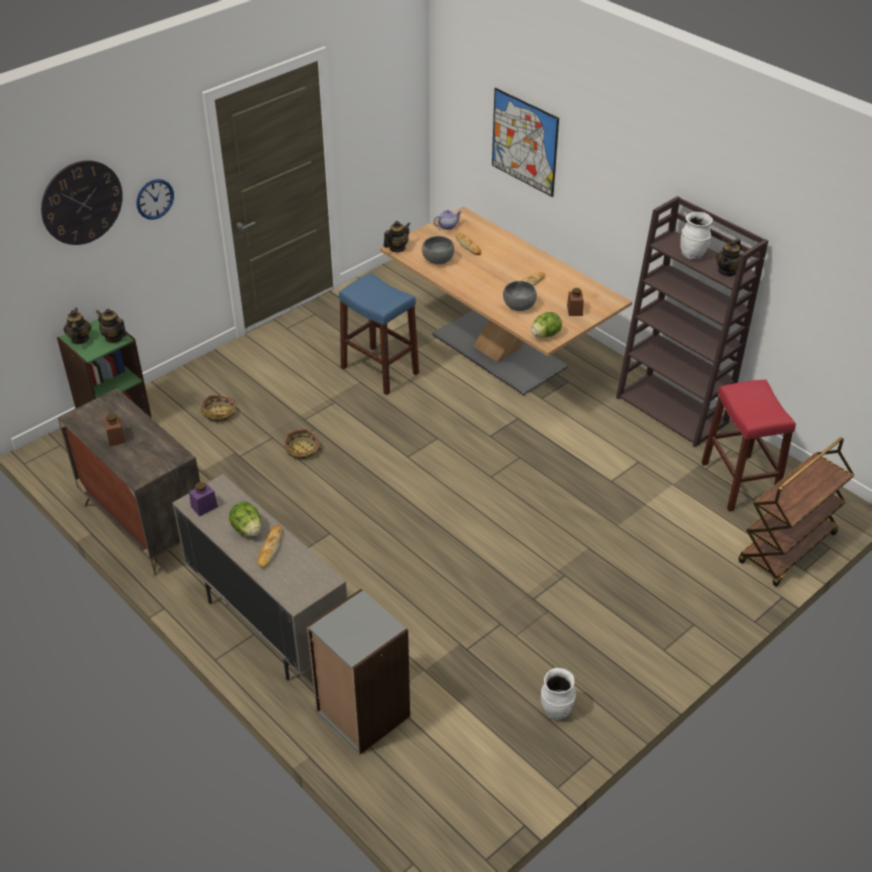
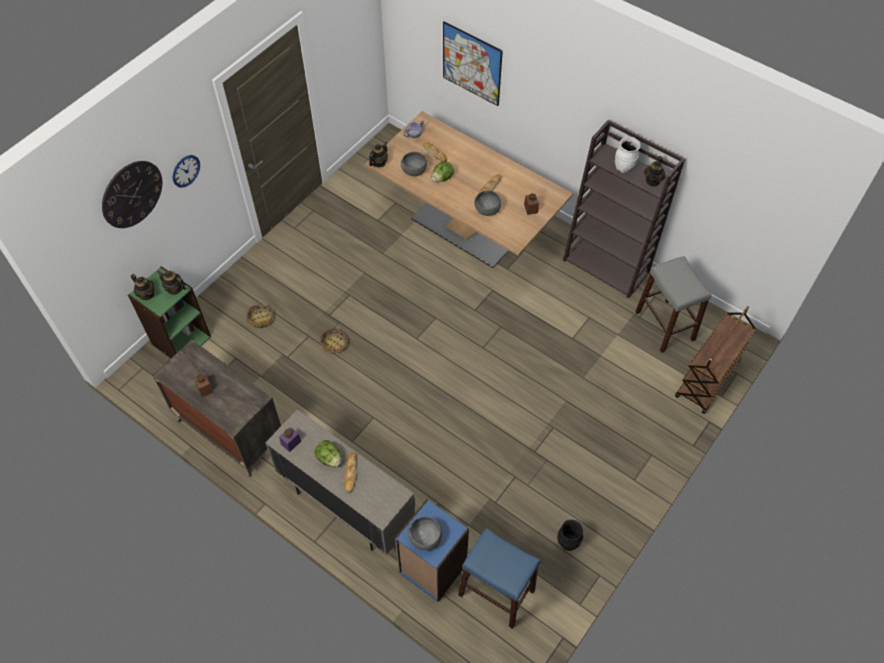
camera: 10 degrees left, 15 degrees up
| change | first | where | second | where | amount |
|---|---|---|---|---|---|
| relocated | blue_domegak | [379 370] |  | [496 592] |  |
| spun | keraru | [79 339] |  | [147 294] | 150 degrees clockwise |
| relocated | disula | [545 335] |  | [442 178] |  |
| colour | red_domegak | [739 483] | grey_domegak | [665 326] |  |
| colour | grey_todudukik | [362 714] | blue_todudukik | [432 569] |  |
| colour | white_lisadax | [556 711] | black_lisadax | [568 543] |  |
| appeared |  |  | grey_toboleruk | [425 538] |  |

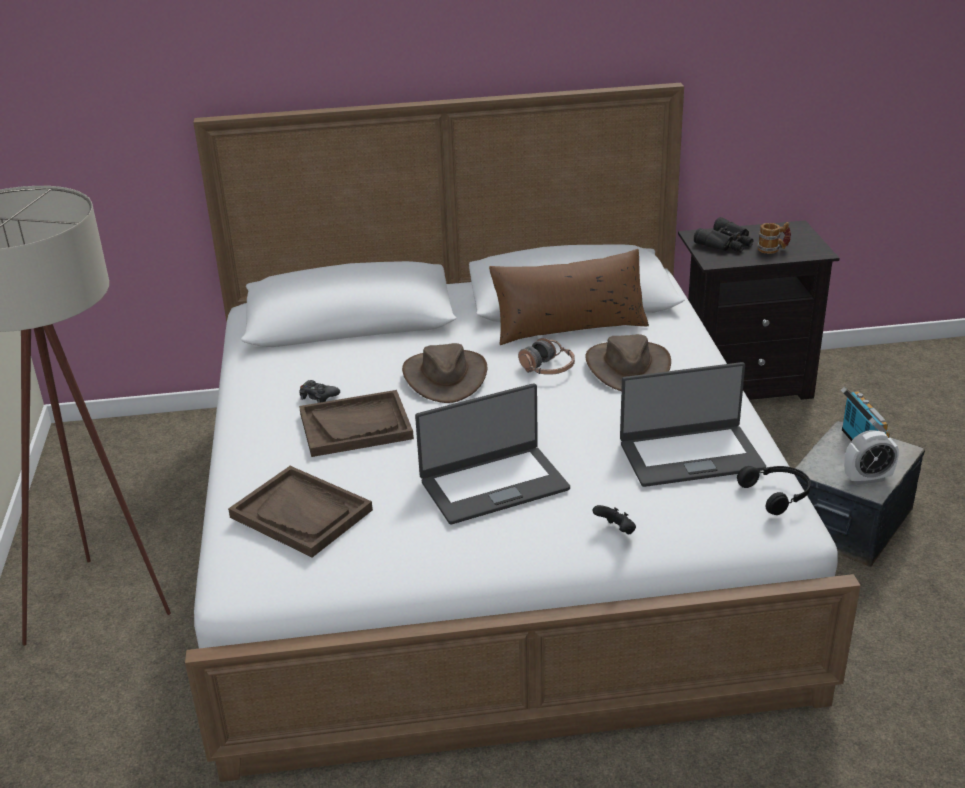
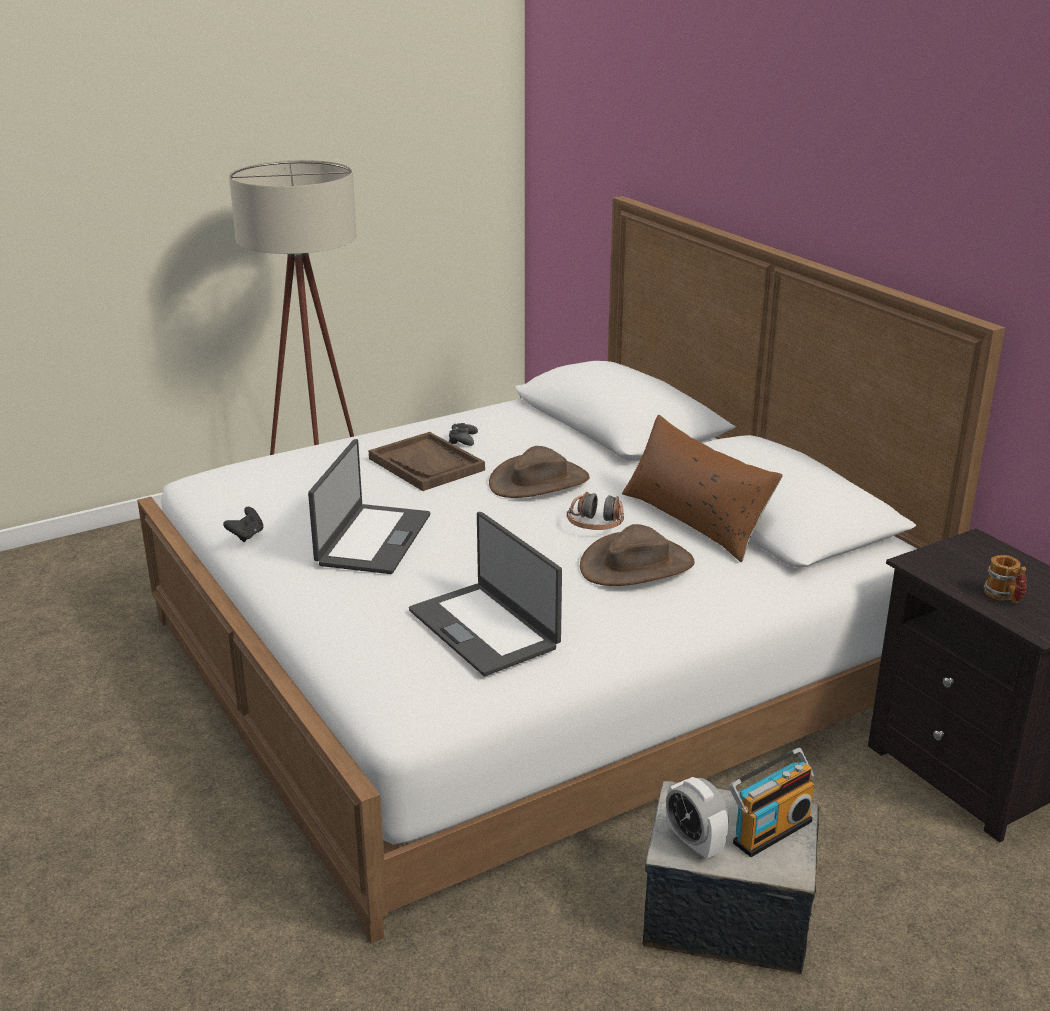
camera: 65 degrees right, 5 degrees down
| change | first | where | second | where | amount |
|---|---|---|---|---|---|
| missing | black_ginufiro | [726 243] |  |  |  |
| spun | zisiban | [493 484] |  | [372 539] | 120 degrees counterclockwise |
| missing | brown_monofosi | [301 514] |  |  |  |
| missing | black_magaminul | [777 494] |  |  |  |
| relocated | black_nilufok | [616 531] |  | [246 536] |  |

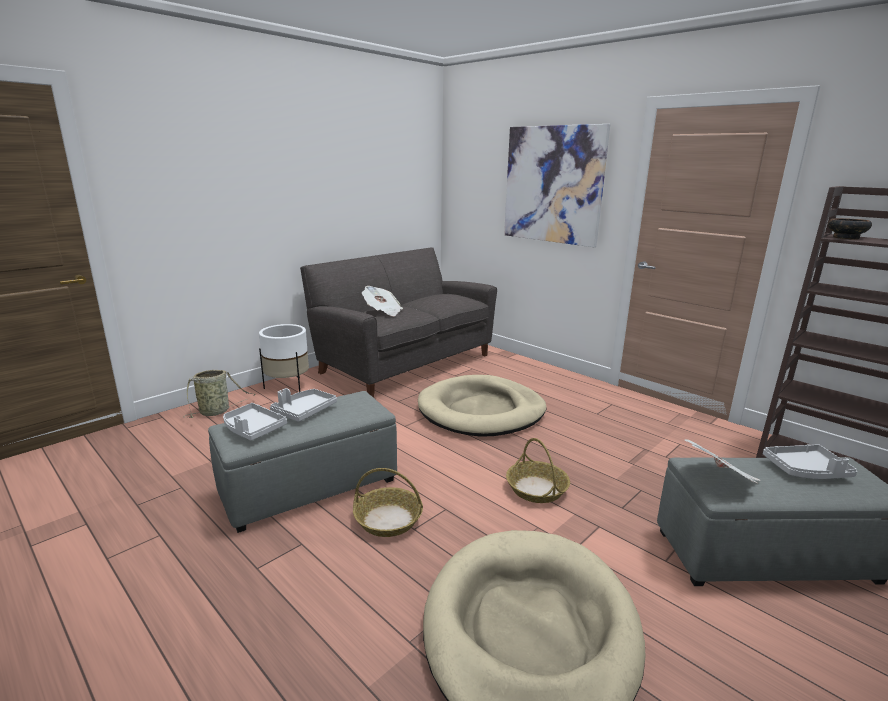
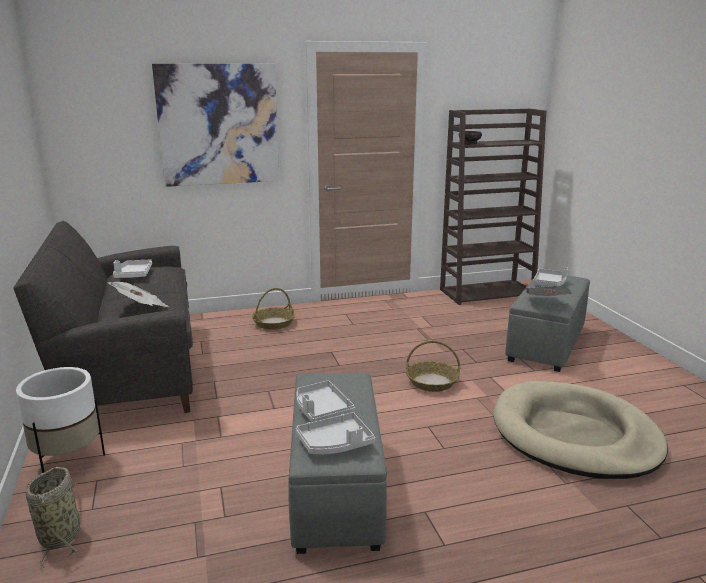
camera: 60 degrees left, 0 degrees up
| change | first | where | second | where | amount |
|---|---|---|---|---|---|
| missing | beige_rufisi | [481 411] |  |  |  |
| relocated | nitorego | [388 519] |  | [274 323] |  |
| appeared |  |  | white_monofosi | [133 275] |  |

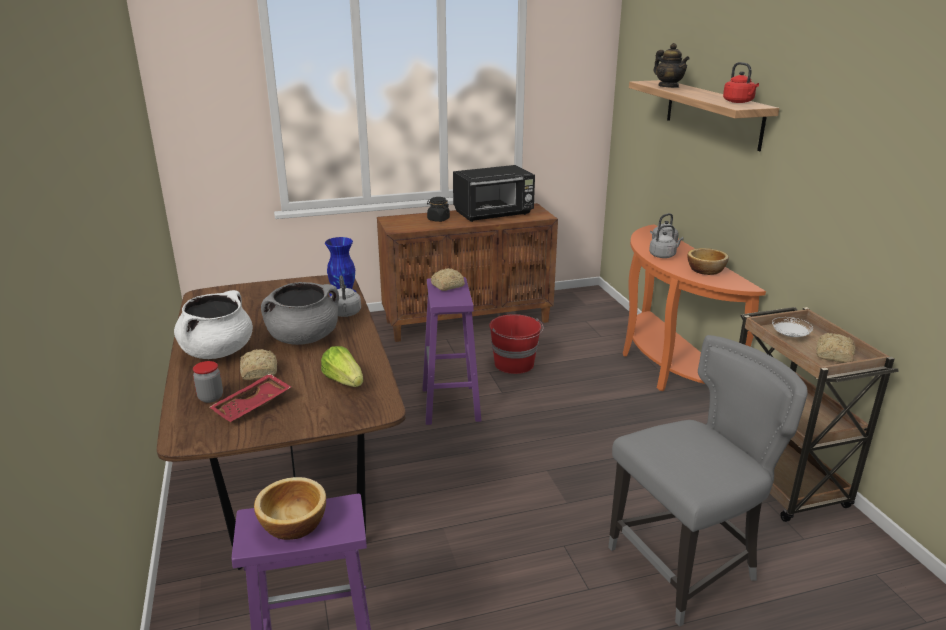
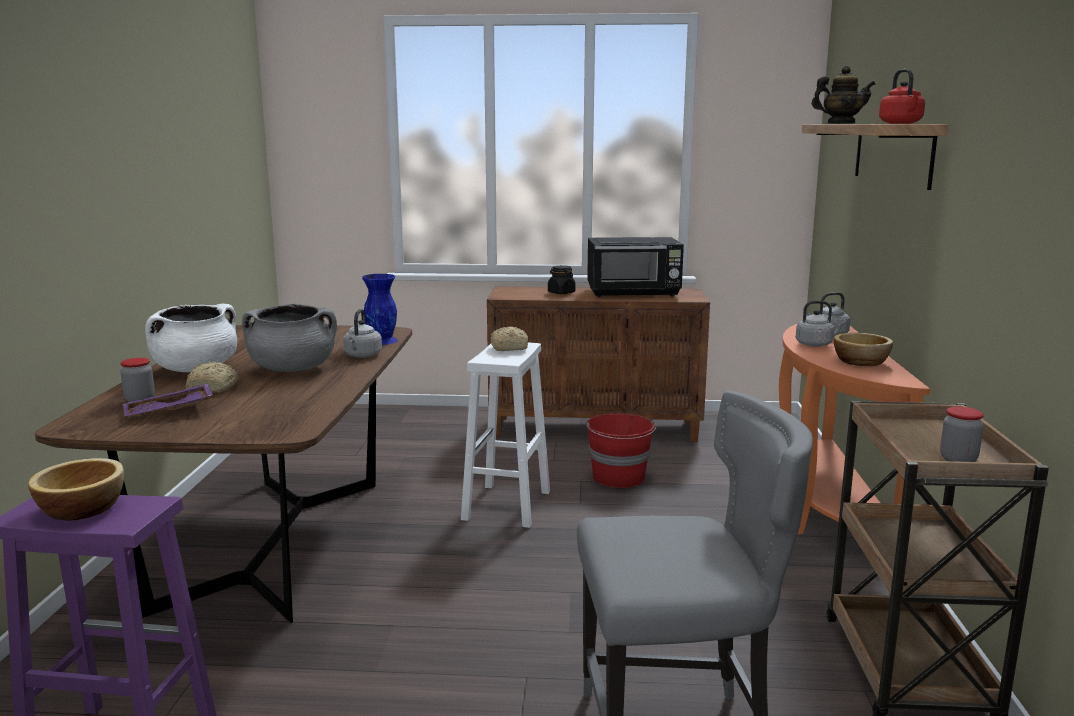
camera: 20 degrees right, 10 degrees down
| change | first | where | second | where | amount |
|---|---|---|---|---|---|
| spun | keraru | [668 87] |  | [840 123] | 75 degrees counterclockwise |
| colour | purple_domegak | [451 405] | white_domegak | [507 506] |  |
| missing | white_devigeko | [790 336] |  |  |  |
| exchanged | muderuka | [833 356] | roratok | [958 459] |  |
| missing | disula | [344 381] |  |  |  |
| colour | red_monofosi | [253 406] | purple_monofosi | [169 412] |  |

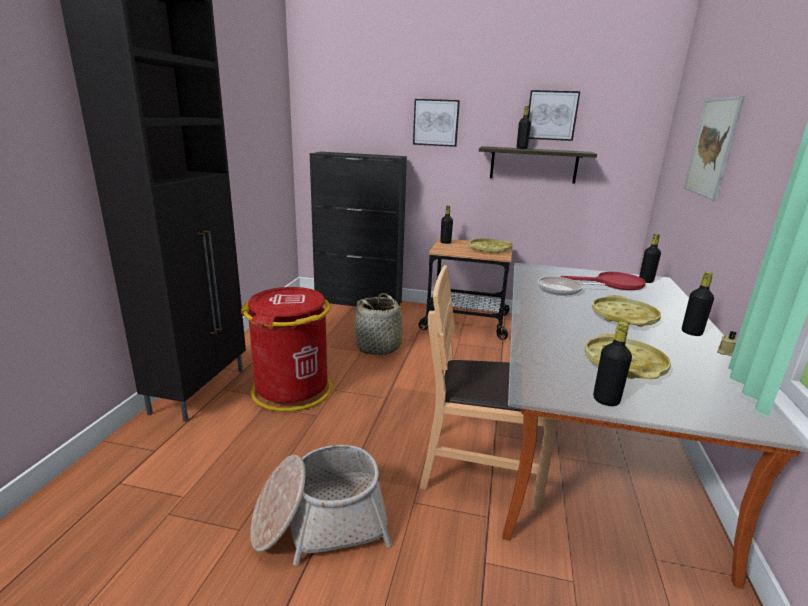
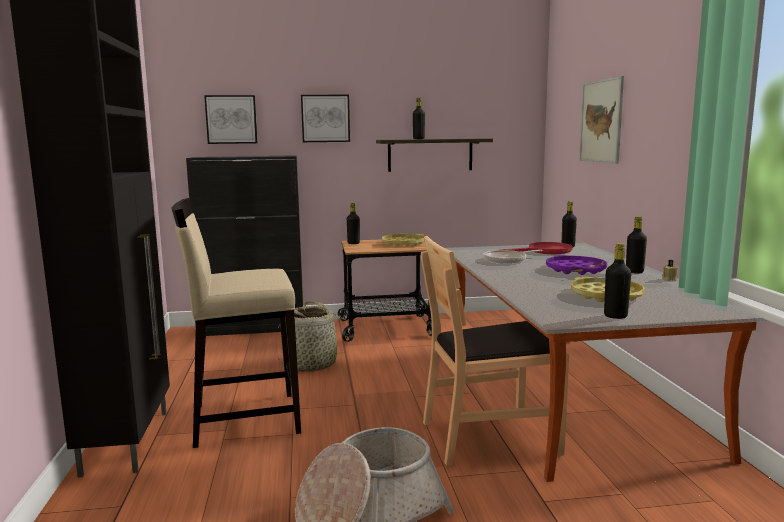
camera: 20 degrees left, 10 degrees down
| change | first | where | second | where | amount |
|---|---|---|---|---|---|
| relocated | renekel | [551 115] |  | [231 119] |  |
| exchanged | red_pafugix | [292 390] | beige_domegak | [244 418] |  |
| colour | yellow_monofosi | [624 317] | purple_monofosi | [575 270] |  |

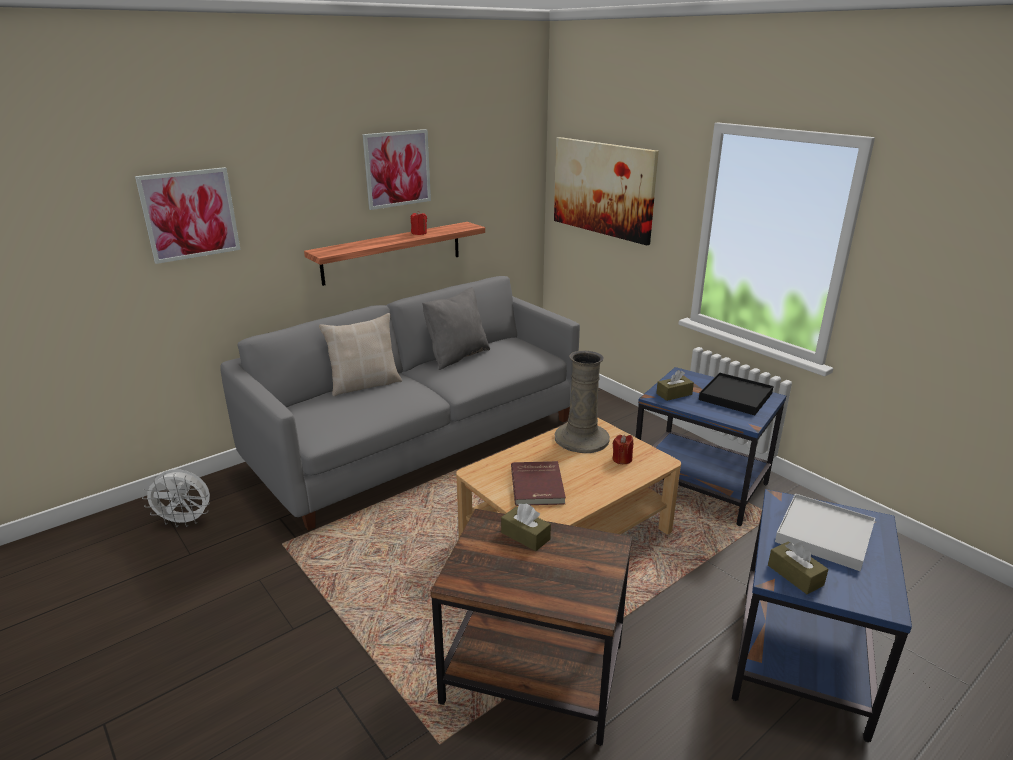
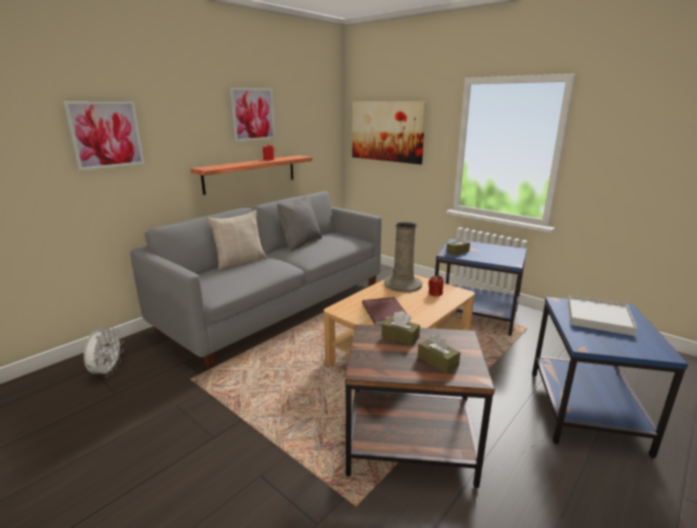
camera: 10 degrees left, 5 degrees down
| change | first | where | second | where | amount |
|---|---|---|---|---|---|
| missing | black_monofosi | [735 396] |  |  |  |
| spun | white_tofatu | [185 521] |  | [107 371] | 75 degrees counterclockwise |
| relocated | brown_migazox | [795 575] |  | [437 361] |  |

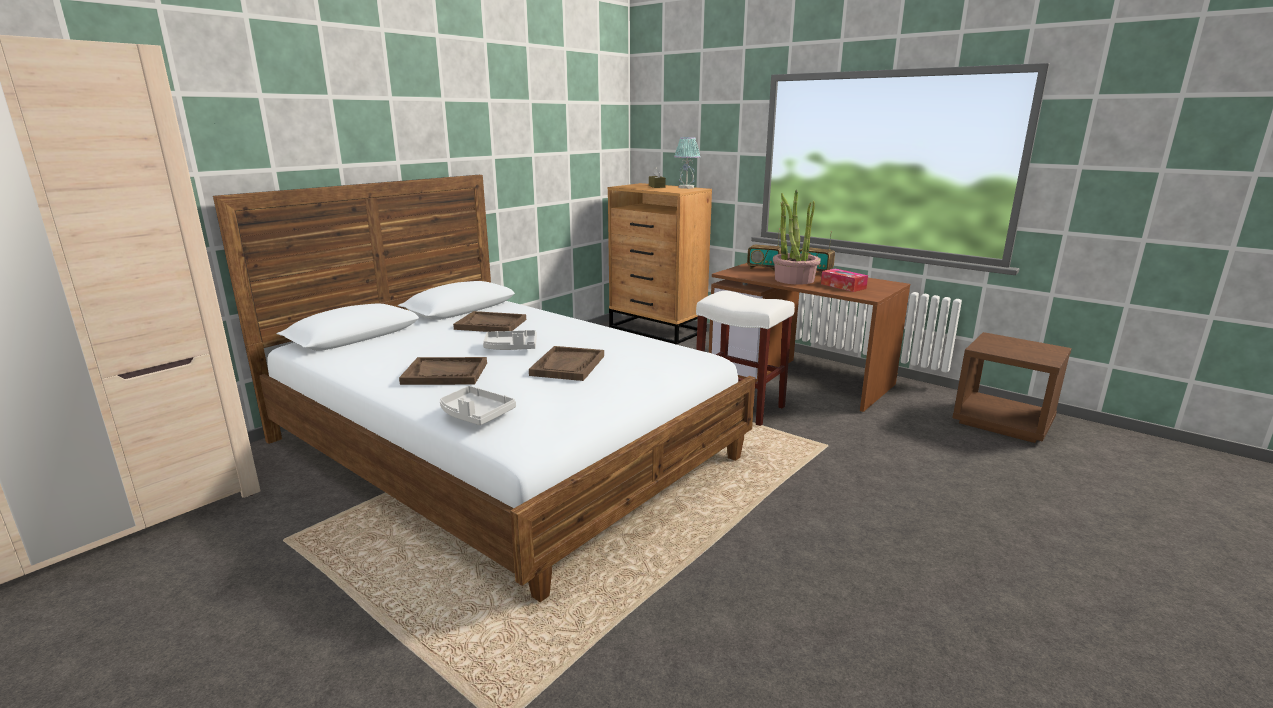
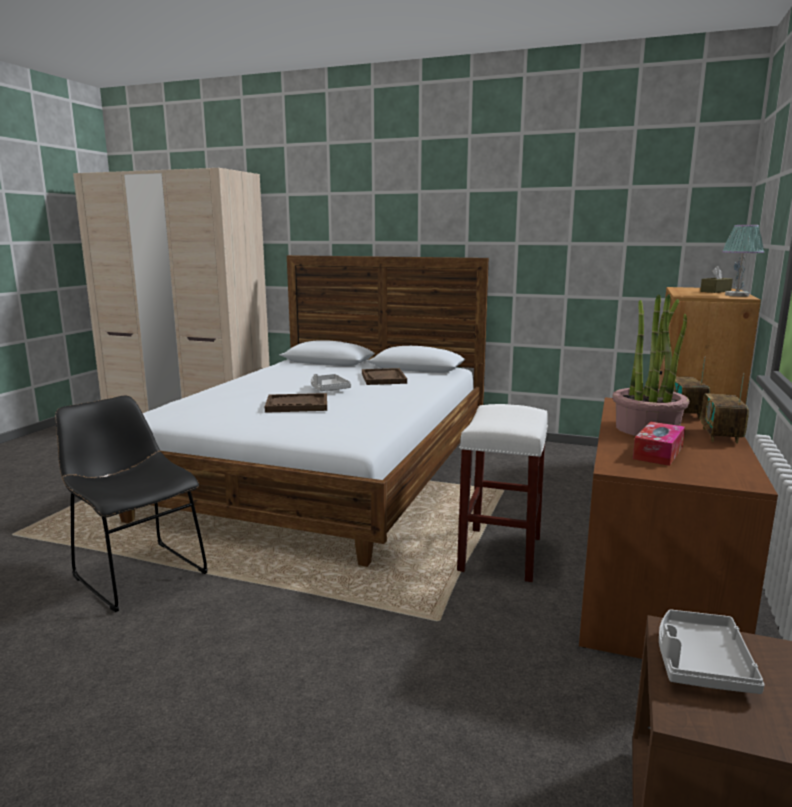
camera: 70 degrees right, 5 degrees down
| change | first | where | second | where | amount |
|---|---|---|---|---|---|
| missing | brown_monofosi | [445 373] |  |  |  |
| relocated | grey_monofosi | [475 414] |  | [700 663] |  |
| appeared |  |  | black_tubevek | [137 573] |  |

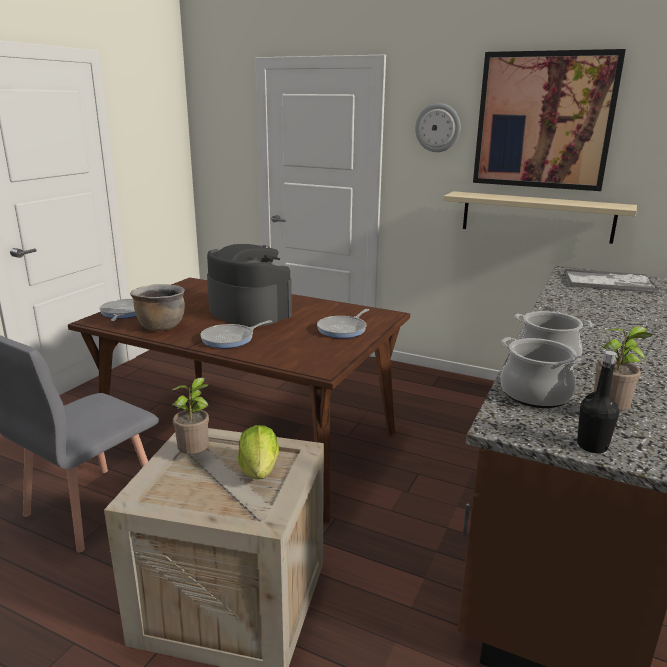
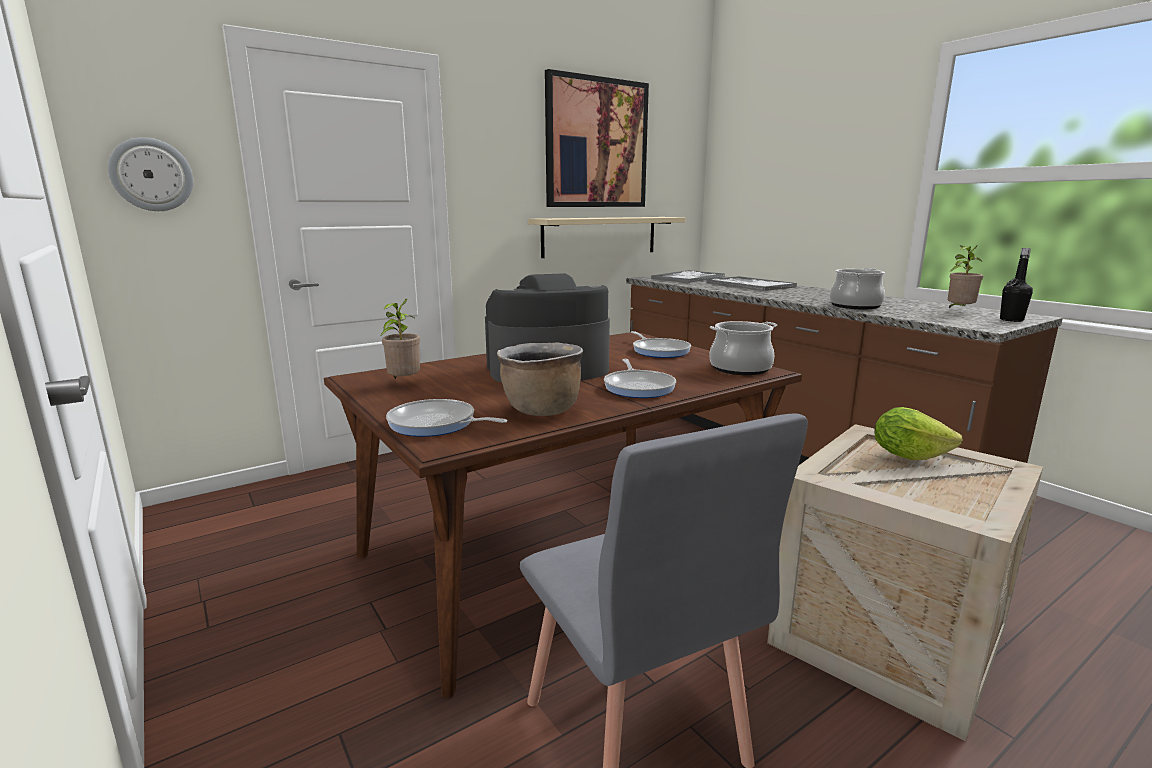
camera: 60 degrees left, 5 degrees down
| change | first | where | second | where | amount |
|---|---|---|---|---|---|
| relocated | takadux | [438 128] |  | [152 175] |  |
| relocated | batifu | [535 394] |  | [740 368] |  |
| relocated | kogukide | [196 456] |  | [404 384] |  |
| appeared |  |  | monofosi | [749 285] |  |

